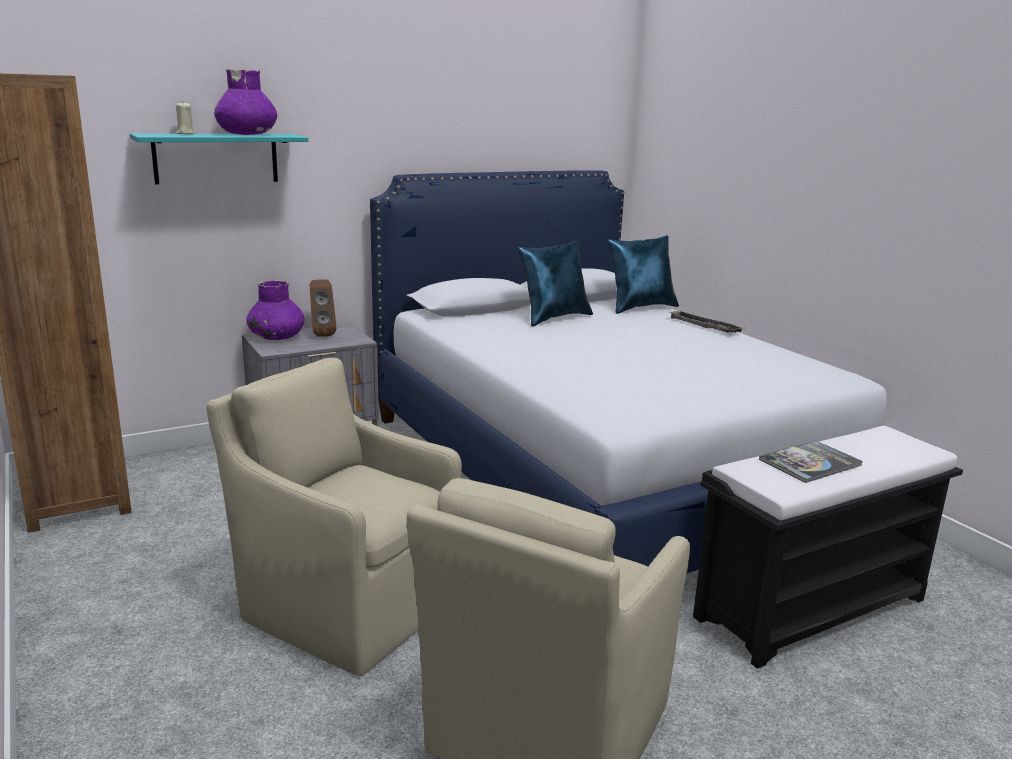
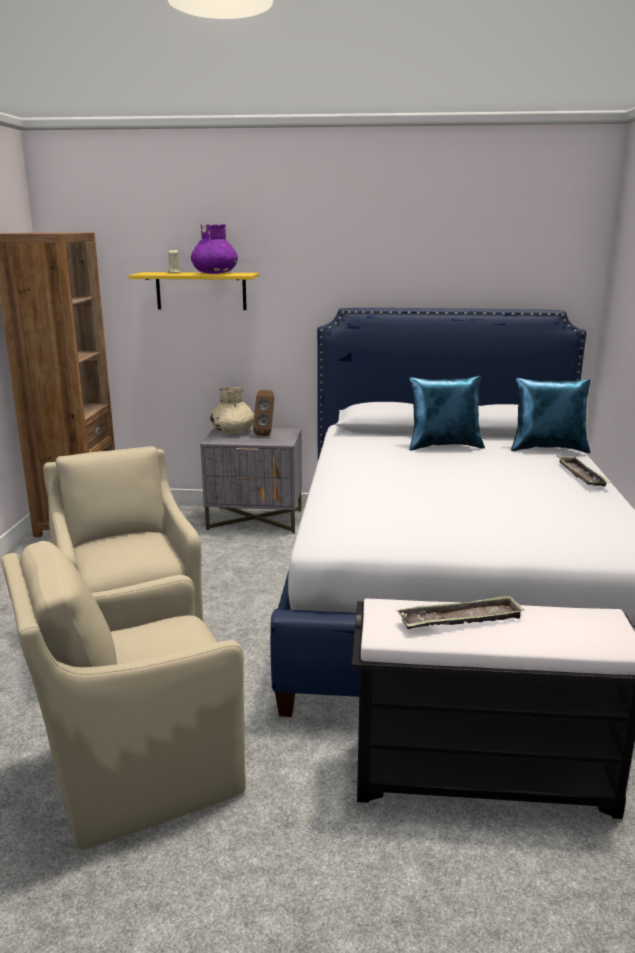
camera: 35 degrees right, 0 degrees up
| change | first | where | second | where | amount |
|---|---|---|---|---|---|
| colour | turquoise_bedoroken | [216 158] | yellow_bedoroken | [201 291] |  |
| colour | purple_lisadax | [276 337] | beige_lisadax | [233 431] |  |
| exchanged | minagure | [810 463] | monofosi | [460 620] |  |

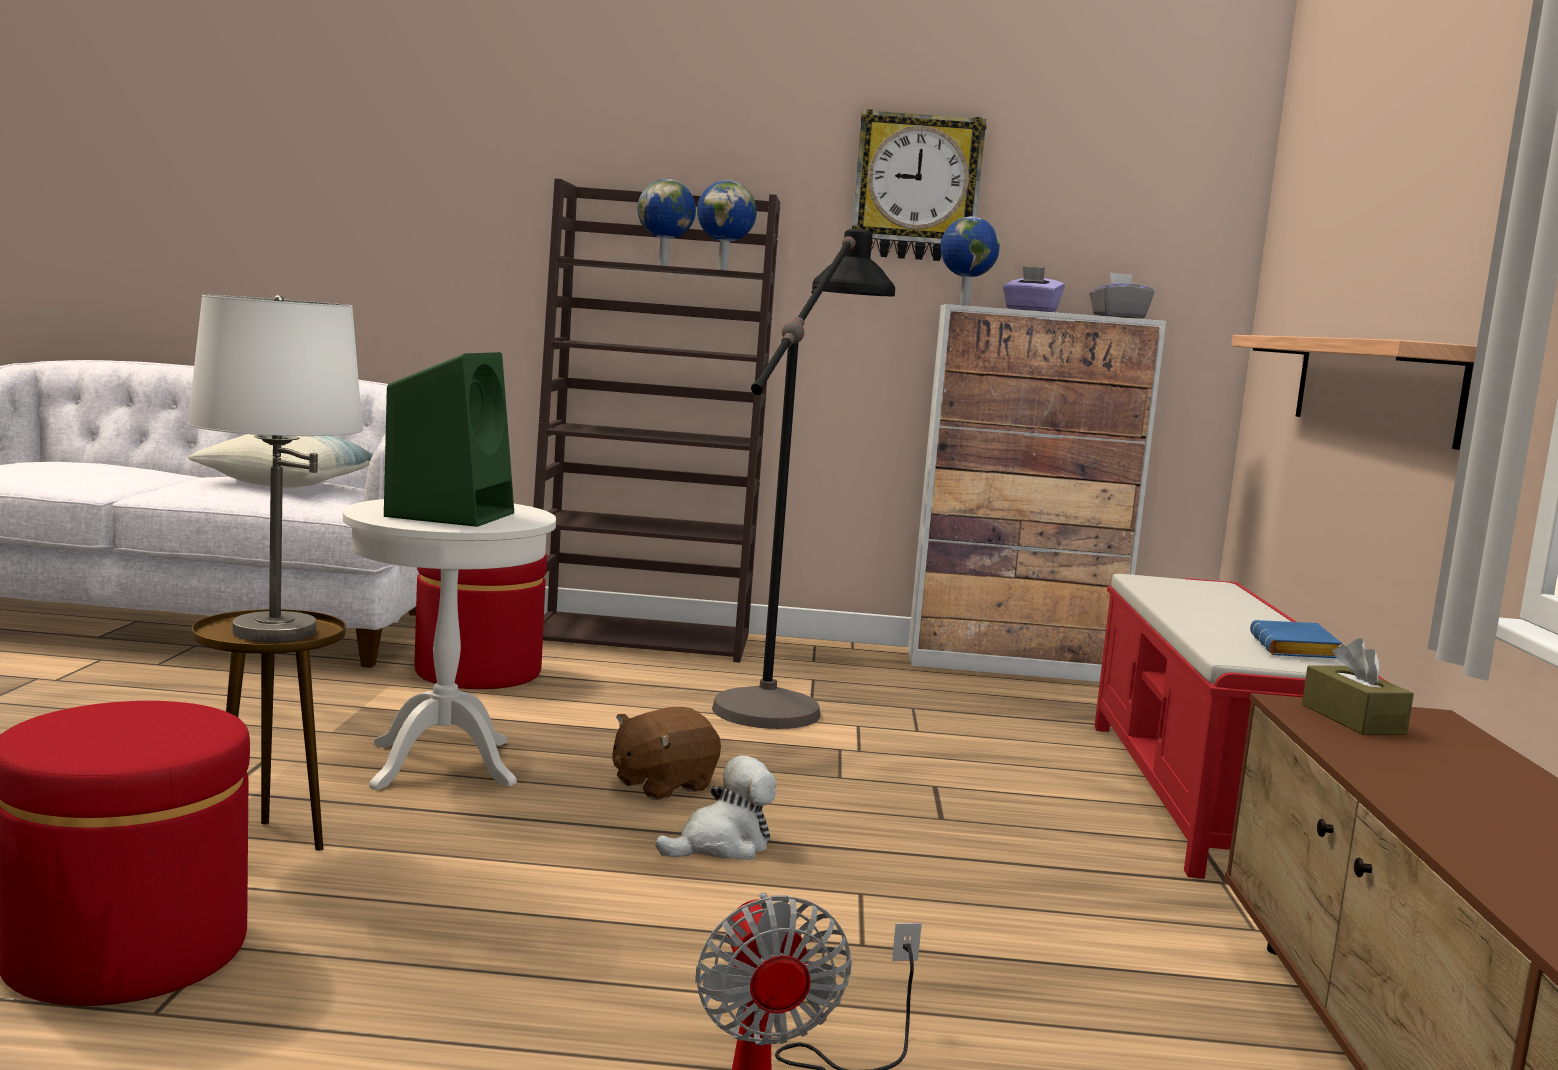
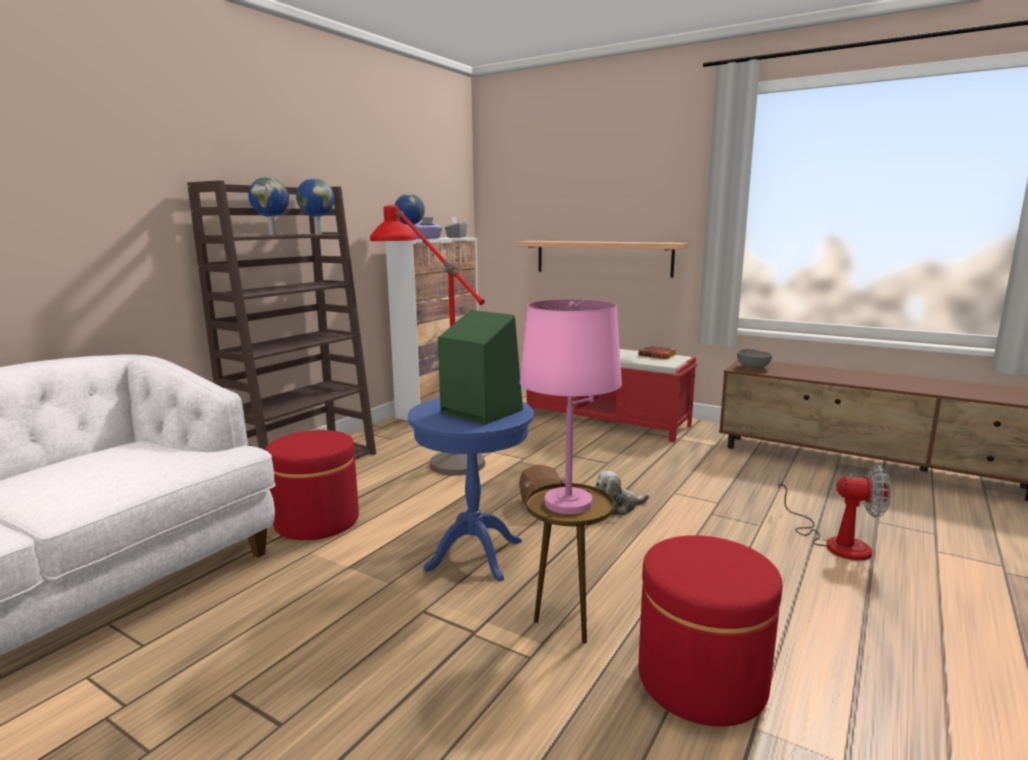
camera: 60 degrees left, 5 degrees up
| change | first | where | second | where | amount |
|---|---|---|---|---|---|
| missing | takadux | [916 188] |  |  |  |
| colour | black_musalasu | [790 692] | red_musalasu | [434 453] |  |
| colour | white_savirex | [273 632] | pink_savirex | [568 504] |  |
| missing | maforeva | [289 483] |  |  |  |
| colour | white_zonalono | [442 764] | blue_zonalono | [474 555] |  |
| colour | blue_minagure | [1297 650] | brown_minagure | [658 356] |  |
| exchanged | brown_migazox | [1352 719] | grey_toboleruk | [753 367] |  |
| spun | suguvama | [722 845] |  | [618 507] | 105 degrees counterclockwise |

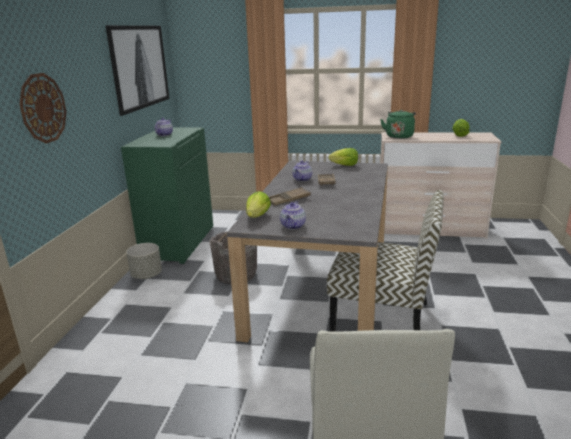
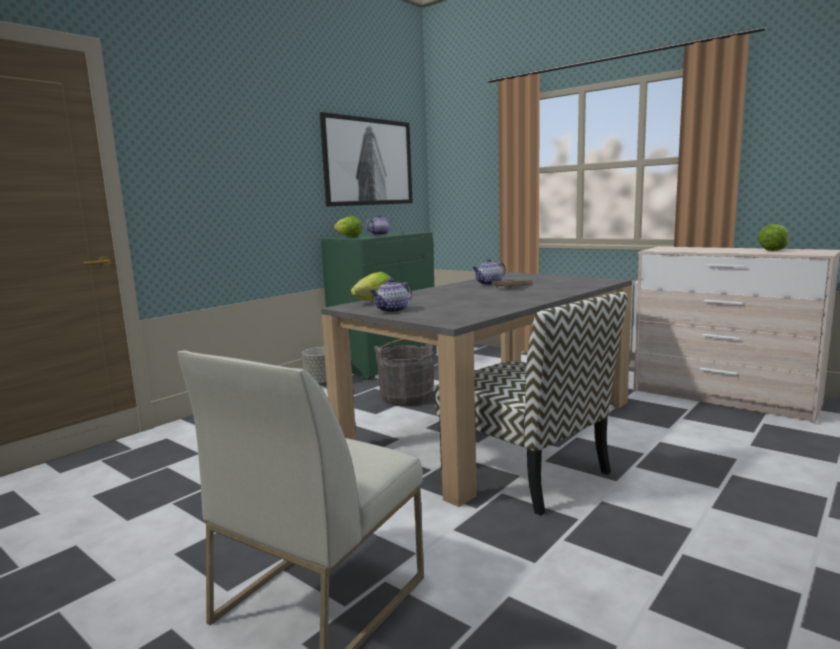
camera: 30 degrees right, 10 degrees down
| change | first | where | second | where | amount |
|---|---|---|---|---|---|
| missing | takadux | [43 108] |  |  |  |
| missing | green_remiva | [399 136] |  |  |  |
| relocated | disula | [345 165] |  | [348 236] |  |
| missing | brown_monofosi | [288 200] |  |  |  |

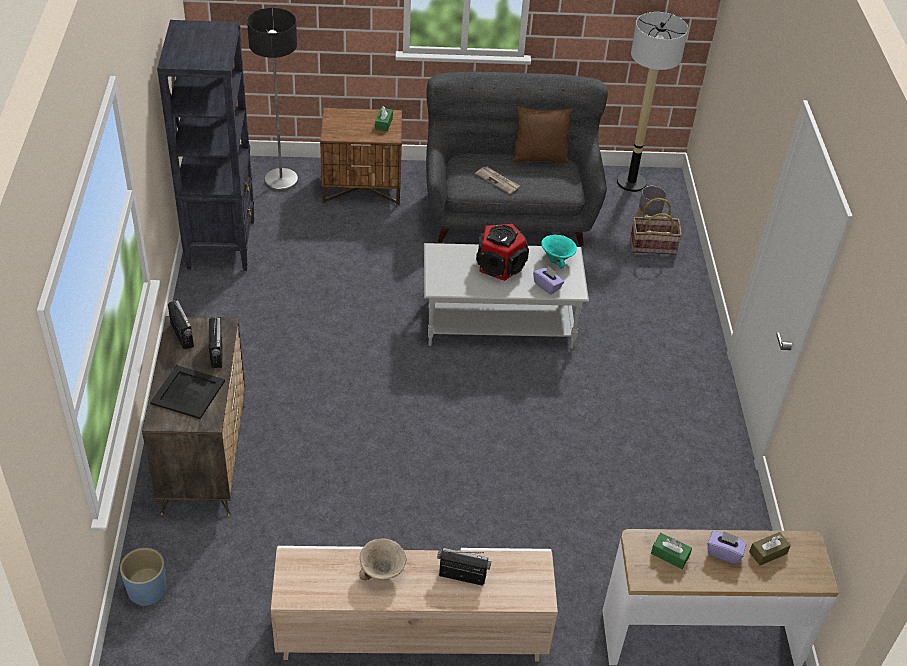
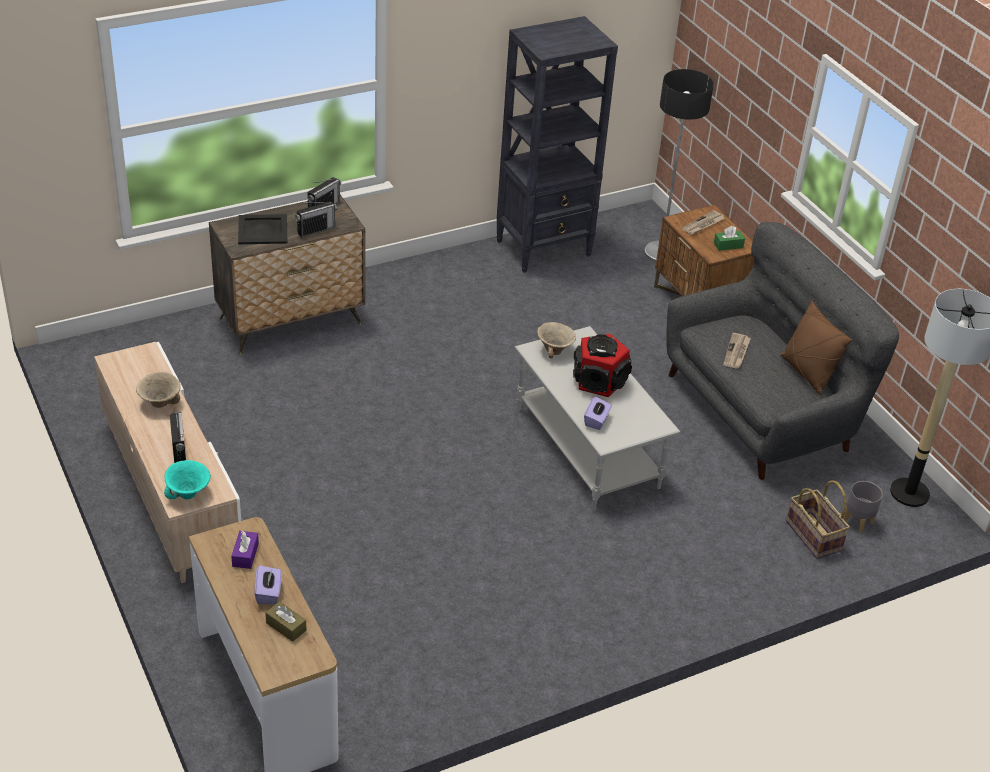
camera: 65 degrees right, 5 degrees down
| change | first | where | second | where | amount |
|---|---|---|---|---|---|
| relocated | turquoise_toboleruk | [557 259] |  | [189 494] |  |
| colour | green_migazox | [670 555] | purple_migazox | [245 555] |  |
| missing | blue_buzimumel | [147 590] |  |  |  |
| appeared |  |  | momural | [703 224] |  |
| appeared |  |  | beige_toboleruk | [555 350] |  |

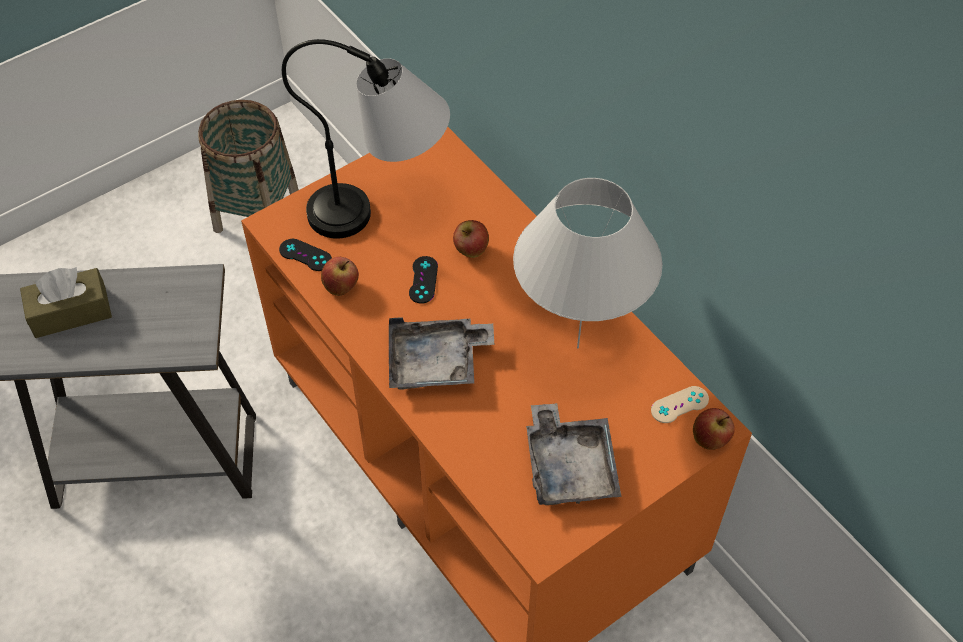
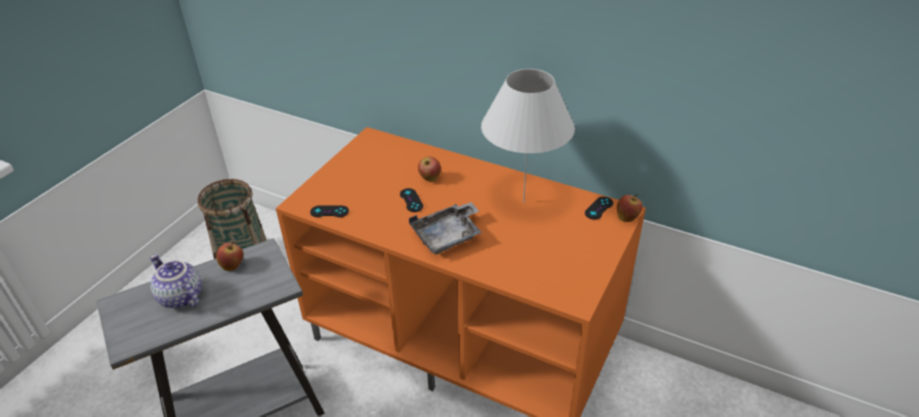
camera: 25 degrees left, 15 degrees down
| change | first | where | second | where | amount |
|---|---|---|---|---|---|
| missing | savirex | [383 213] |  |  |  |
| relocated | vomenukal | [341 287] |  | [233 266] |  |
| exchanged | brown_migazox | [70 312] | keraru | [180 297] |  |
| colour | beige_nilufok | [679 405] | black_nilufok | [599 208] |  |
| missing | grey_monofosi | [569 466] |  |  |  |

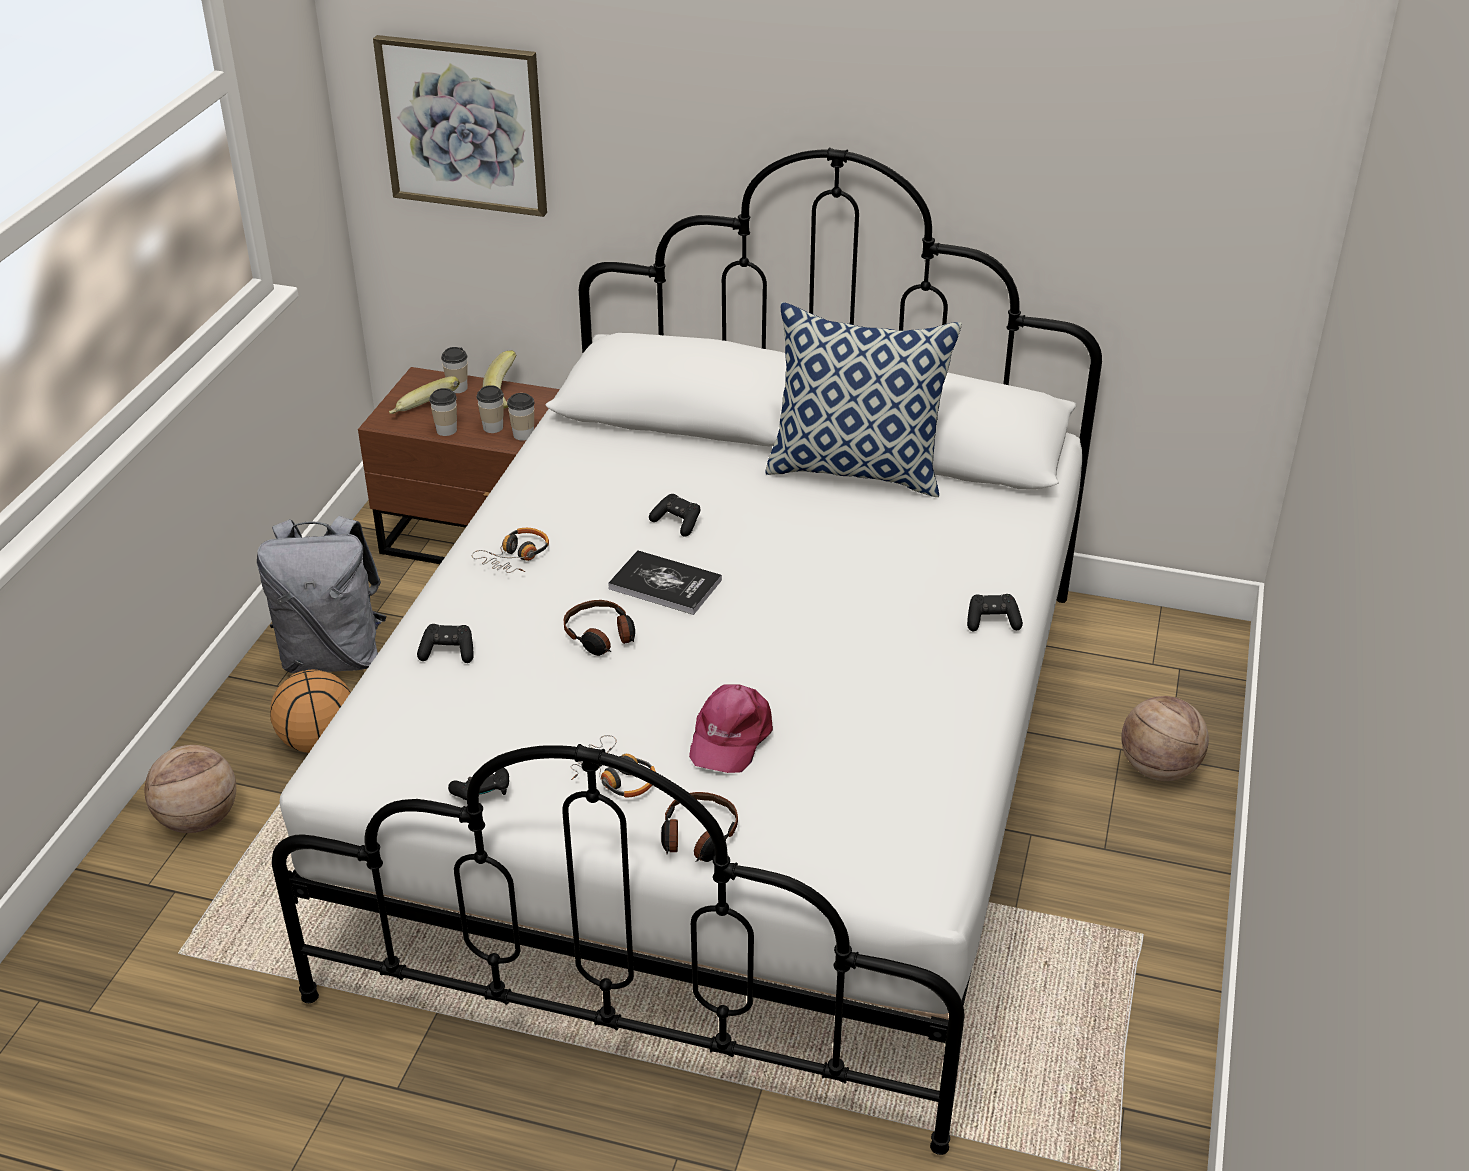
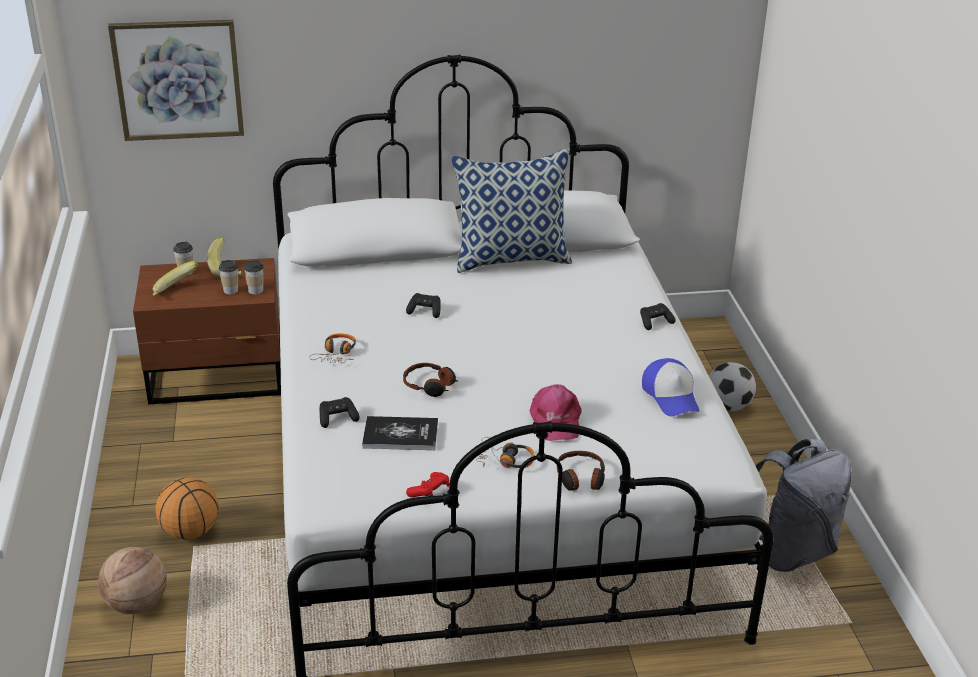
camera: 25 degrees left, 5 degrees down
| change | first | where | second | where | amount |
|---|---|---|---|---|---|
| missing | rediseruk | [446 430] |  |  |  |
| relocated | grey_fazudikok | [333 656] |  | [789 551] |  |
| relocated | minagure | [665 584] |  | [400 435] |  |
| exchanged | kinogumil | [1158 769] | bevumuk | [728 406] |  |
| colour | black_nilufok | [483 795] | red_nilufok | [429 492] |  |
| appeared |  |  | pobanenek | [671 396] |  |

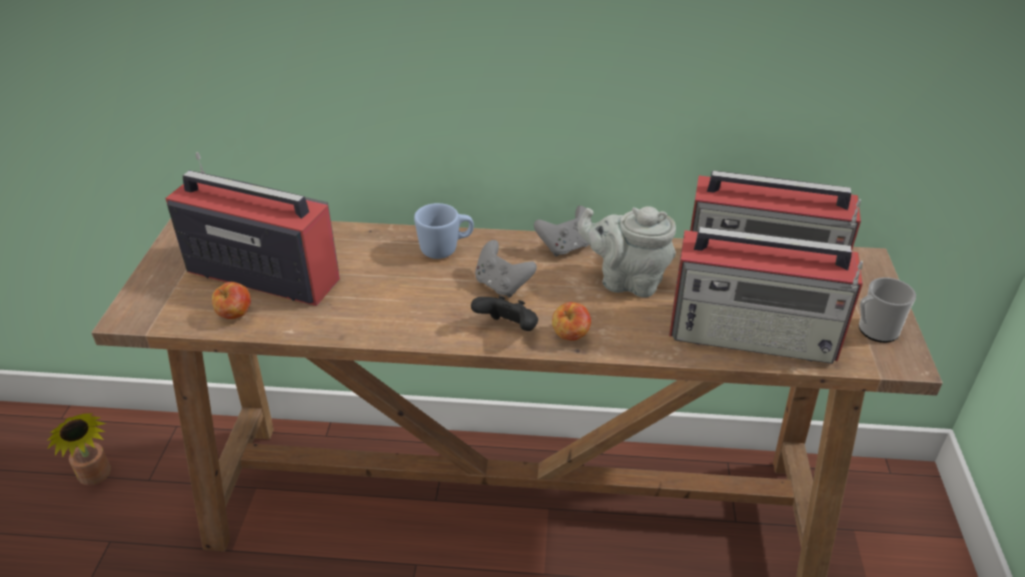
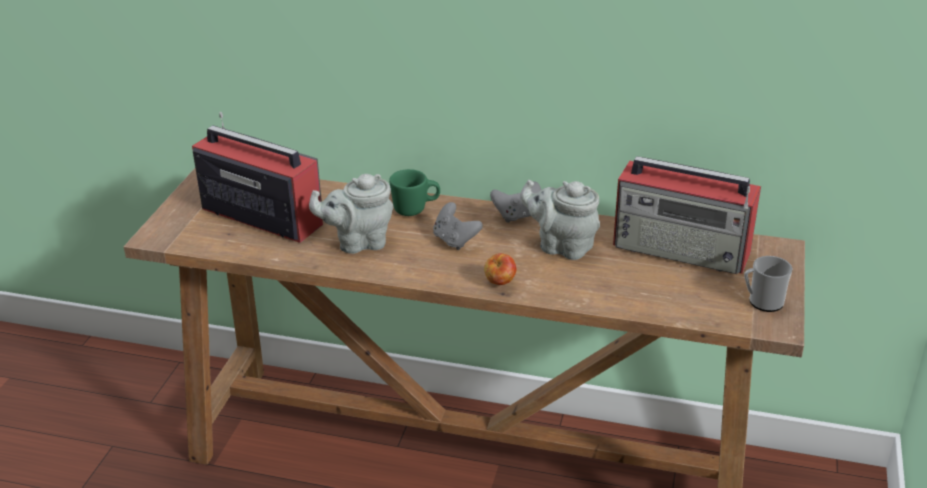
camera: 10 degrees right, 5 degrees down
| change | first | where | second | where | amount |
|---|---|---|---|---|---|
| colour | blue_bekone | [446 249] | green_bekone | [415 209] |  |
| missing | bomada | [754 334] |  |  |  |
| missing | vomenukal | [235 315] |  |  |  |
| missing | black_nilufok | [508 329] |  |  |  |
| missing | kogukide | [96 477] |  |  |  |
| appeared |  |  | grey_keraru | [358 242] |  |

